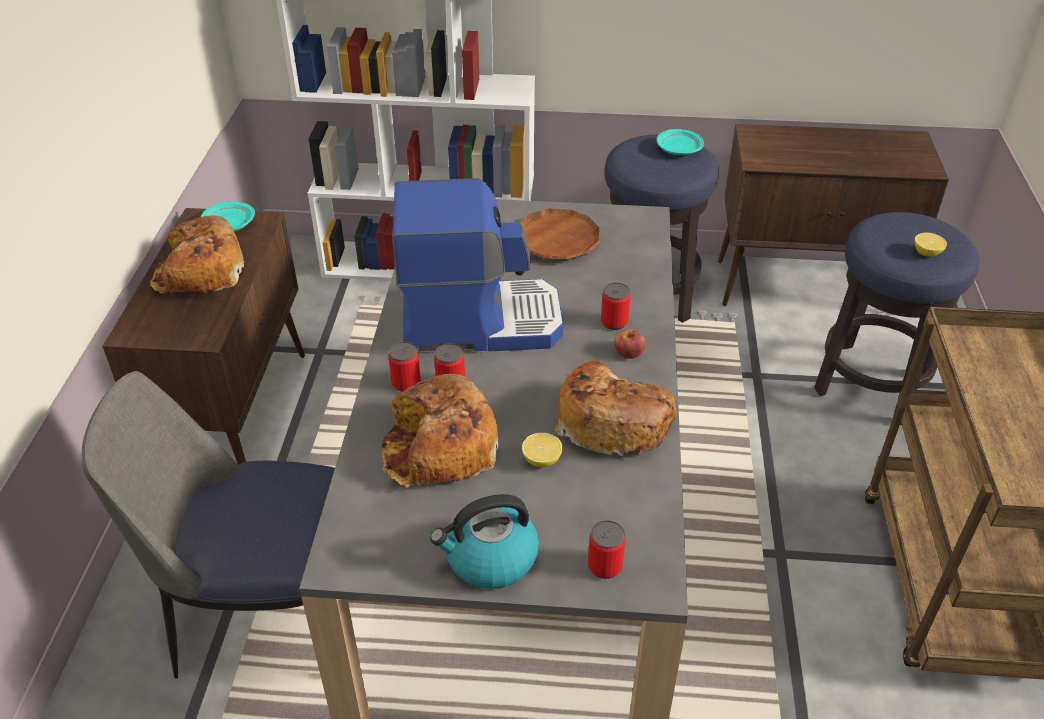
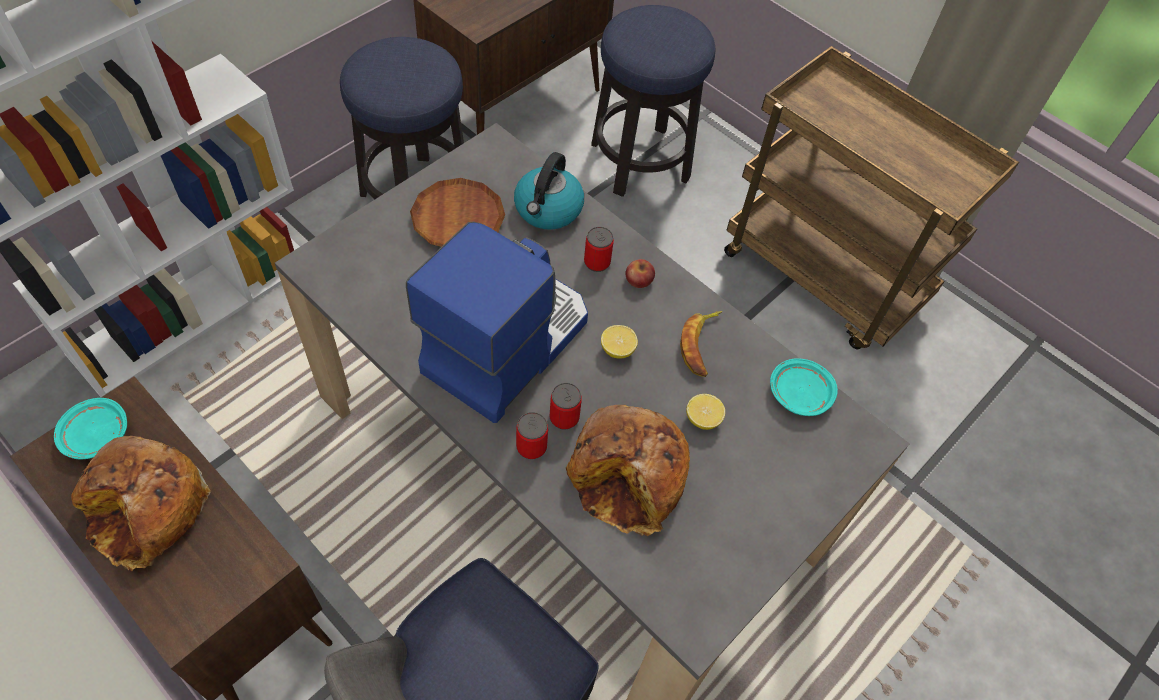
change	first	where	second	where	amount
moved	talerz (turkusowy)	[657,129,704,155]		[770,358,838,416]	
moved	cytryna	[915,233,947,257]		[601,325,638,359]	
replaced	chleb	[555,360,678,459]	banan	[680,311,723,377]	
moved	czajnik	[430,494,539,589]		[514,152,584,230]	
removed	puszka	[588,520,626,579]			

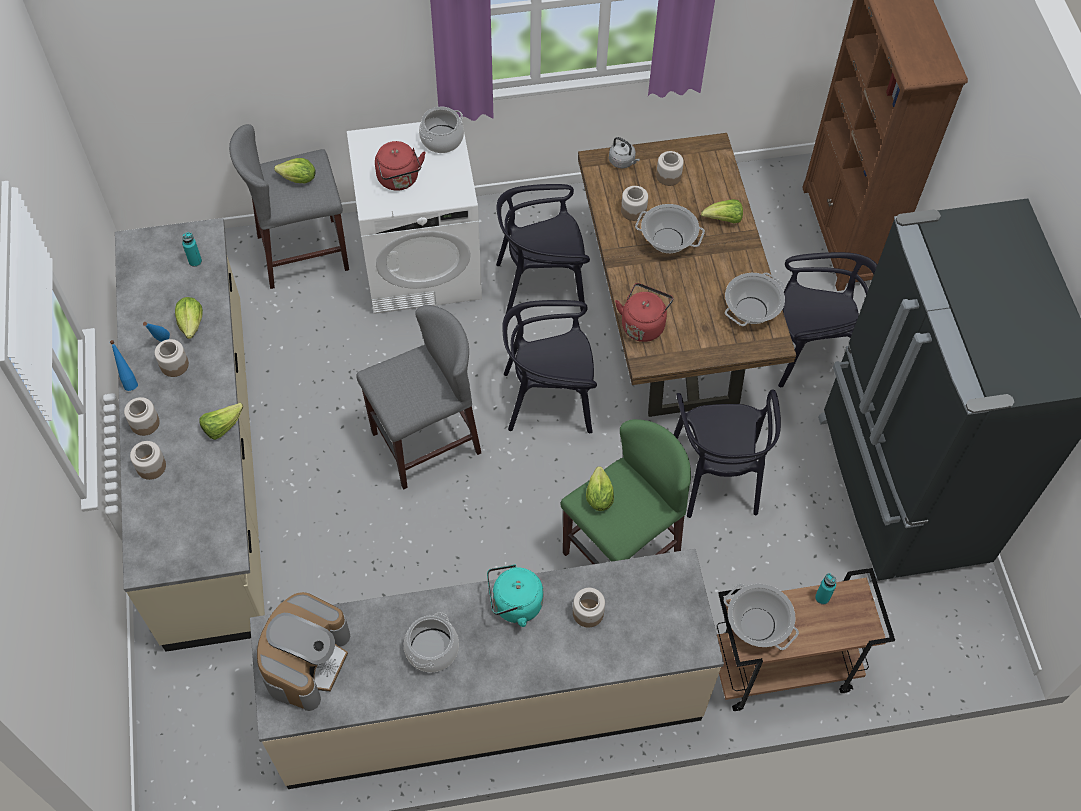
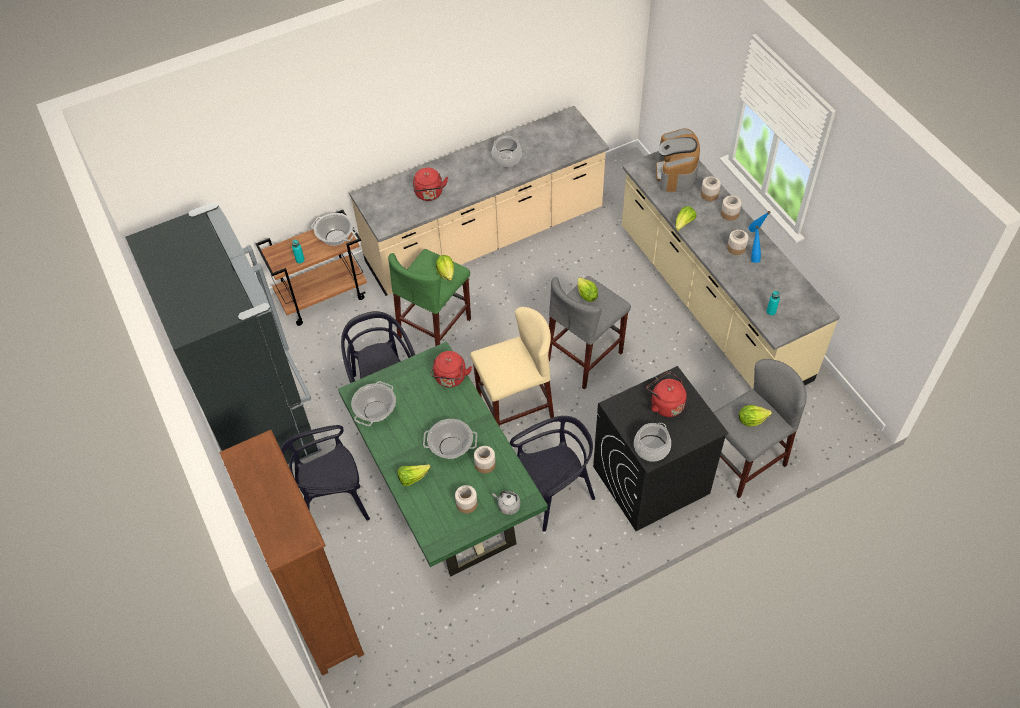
change	first	where	second	where	amount
recoloured	pralka (biały)	[347,117,482,314]	pralka (czarny)	[593,366,729,531]	
recoloured	stół jadalny (brązowy)	[578,133,796,417]	stół jadalny (zielony)	[338,341,548,576]	
moved	sałata	[175,297,203,339]		[578,277,598,302]	
replaced	krzesło (czarny)	[502,300,597,433]	stołek (beżowy)	[470,307,554,427]	
removed	czajnik (turkusowy)	[487,565,544,627]			
replaced	słoik	[573,588,605,628]	czajnik (czerwony)	[413,168,448,201]	
moved	ekspres do kawy	[257,592,350,711]		[656,128,700,192]	

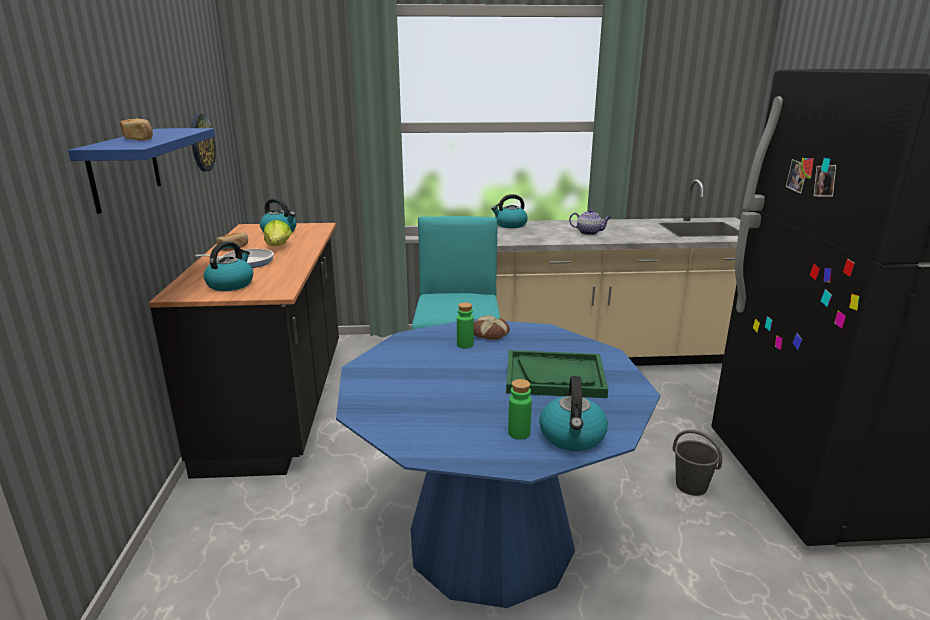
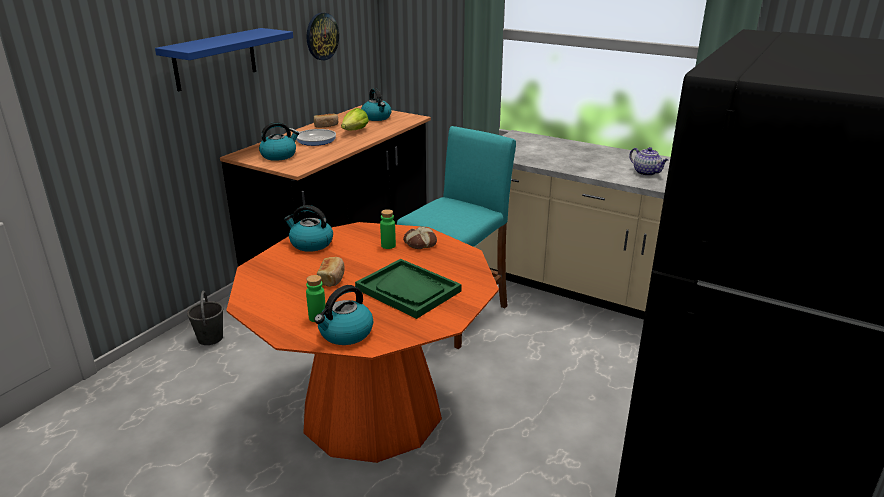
change	first	where	second	where	amount
moved	chleb	[120,118,153,141]		[317,257,345,287]	
moved	czajnik	[491,194,528,228]		[284,205,333,252]	
recoloured	stół jadalny (niebieski)	[336,319,660,608]	stół jadalny (pomarańczowy)	[226,222,499,463]	
moved	wiadro (szary)	[673,430,722,496]		[187,291,223,345]	

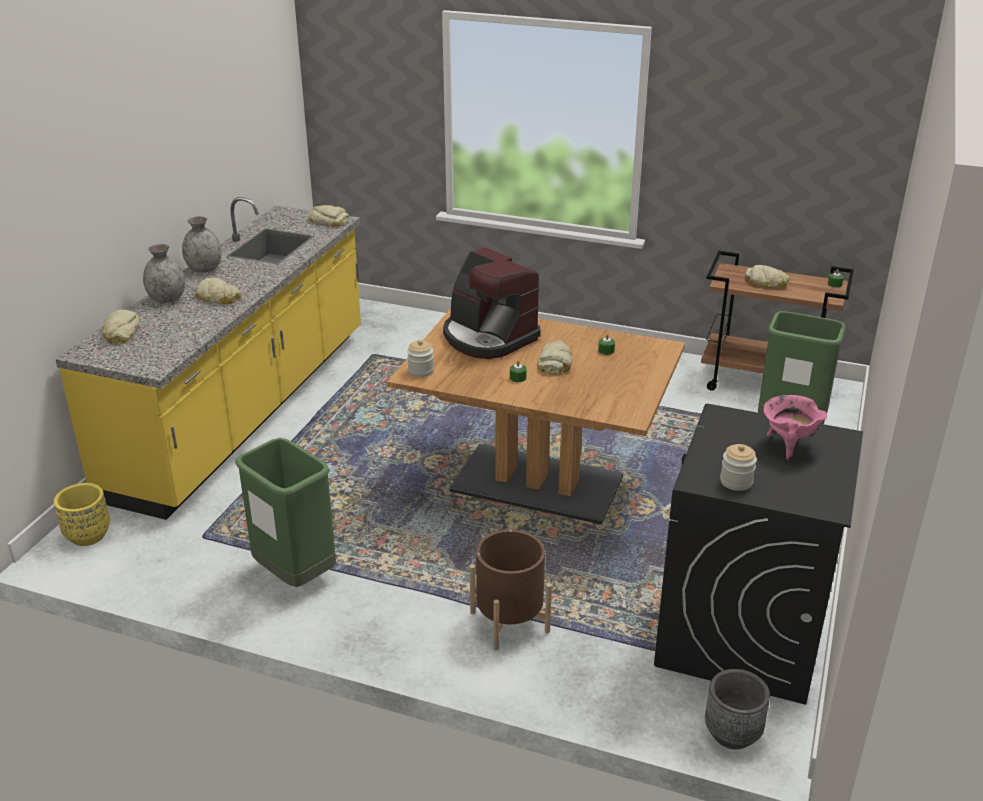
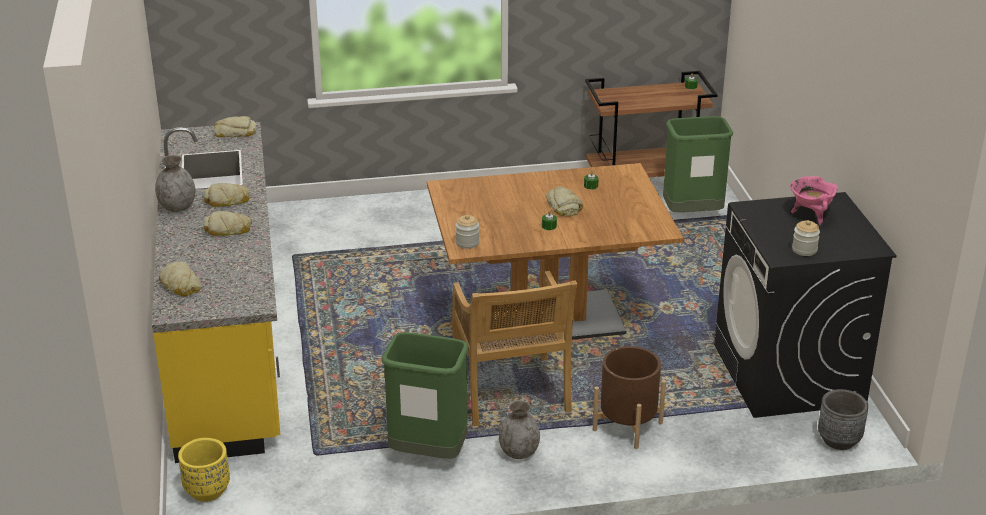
change	first	where	second	where	amount
moved	wazon (szary)	[143,244,185,303]		[499,400,540,459]	
removed	ekspres do kawy	[443,247,541,359]			
moved	chleb	[745,265,790,288]		[204,183,250,207]	
added			krzesło (beżowy)	[452,271,577,426]	

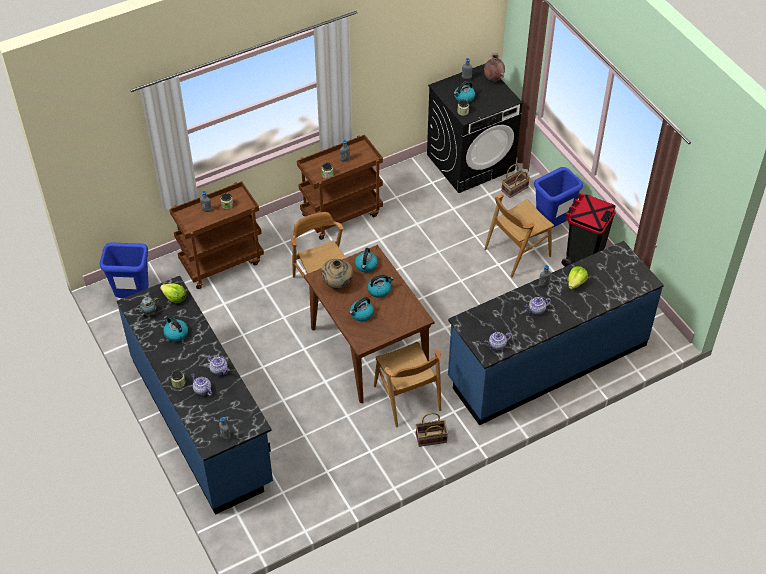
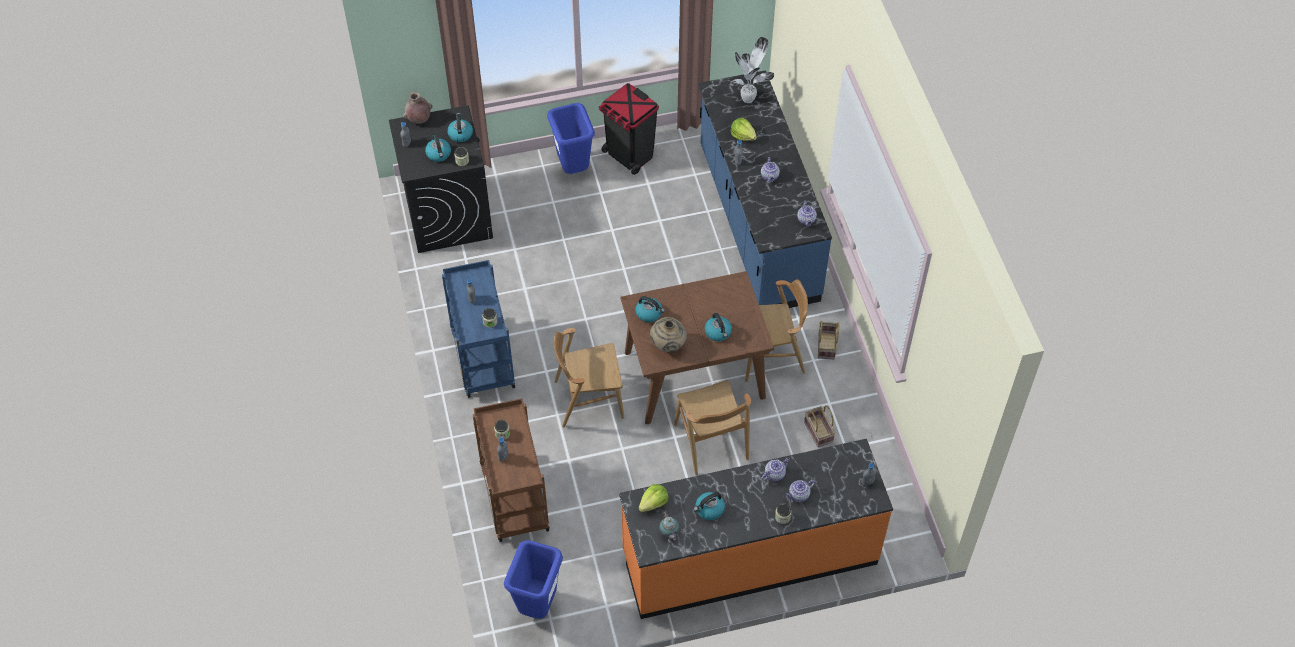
change	first	where	second	where	amount
recoloured	wózek (brązowy)	[297,135,383,240]	wózek (niebieski)	[442,260,515,398]	
moved	koszyk	[501,164,530,198]		[804,405,836,447]	
moved	krzesło (brązowy)	[484,193,554,277]		[674,380,751,476]	
moved	czajnik	[368,275,394,298]		[447,113,473,142]	
recoloured	zabudowa kuchenna (niebieski)	[117,276,273,515]	zabudowa kuchenna (pomarańczowy)	[619,439,893,619]	
added			roślina doniczkowa	[731,37,774,103]	

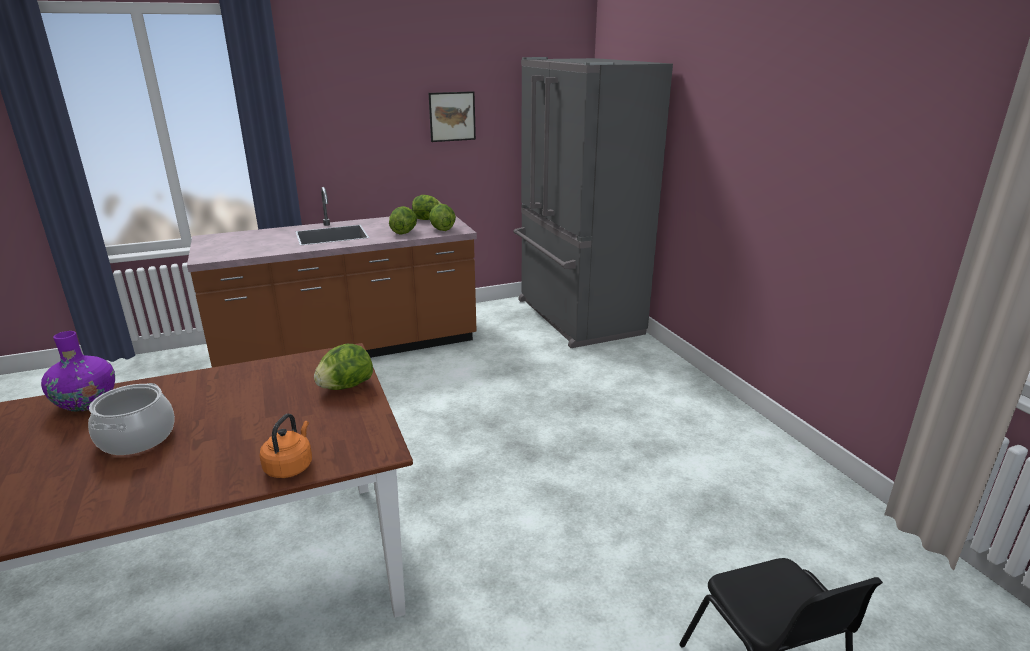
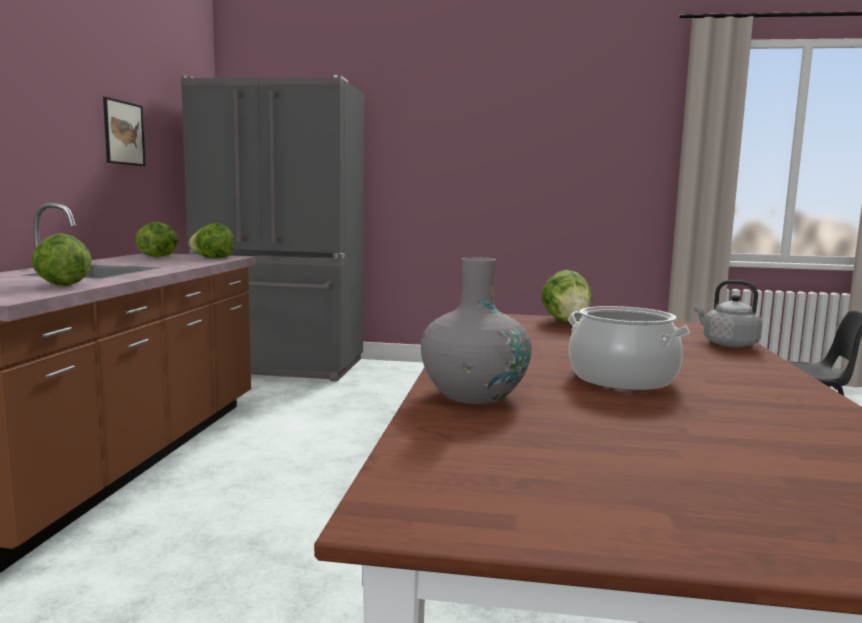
change	first	where	second	where	amount
moved	sałata	[389,206,417,235]		[32,233,92,286]	
recoloured	wazon (fioletowy)	[41,331,115,412]	wazon (szary)	[421,257,532,404]	
recoloured	czajnik (pomarańczowy)	[260,413,312,478]	czajnik (szary)	[694,280,762,347]	

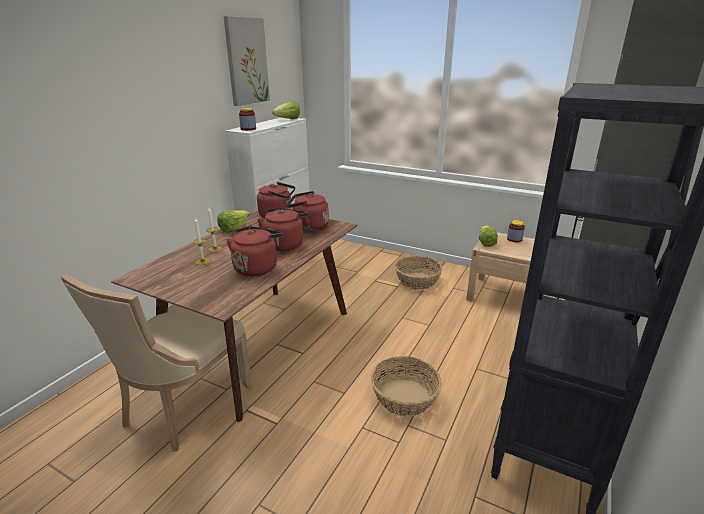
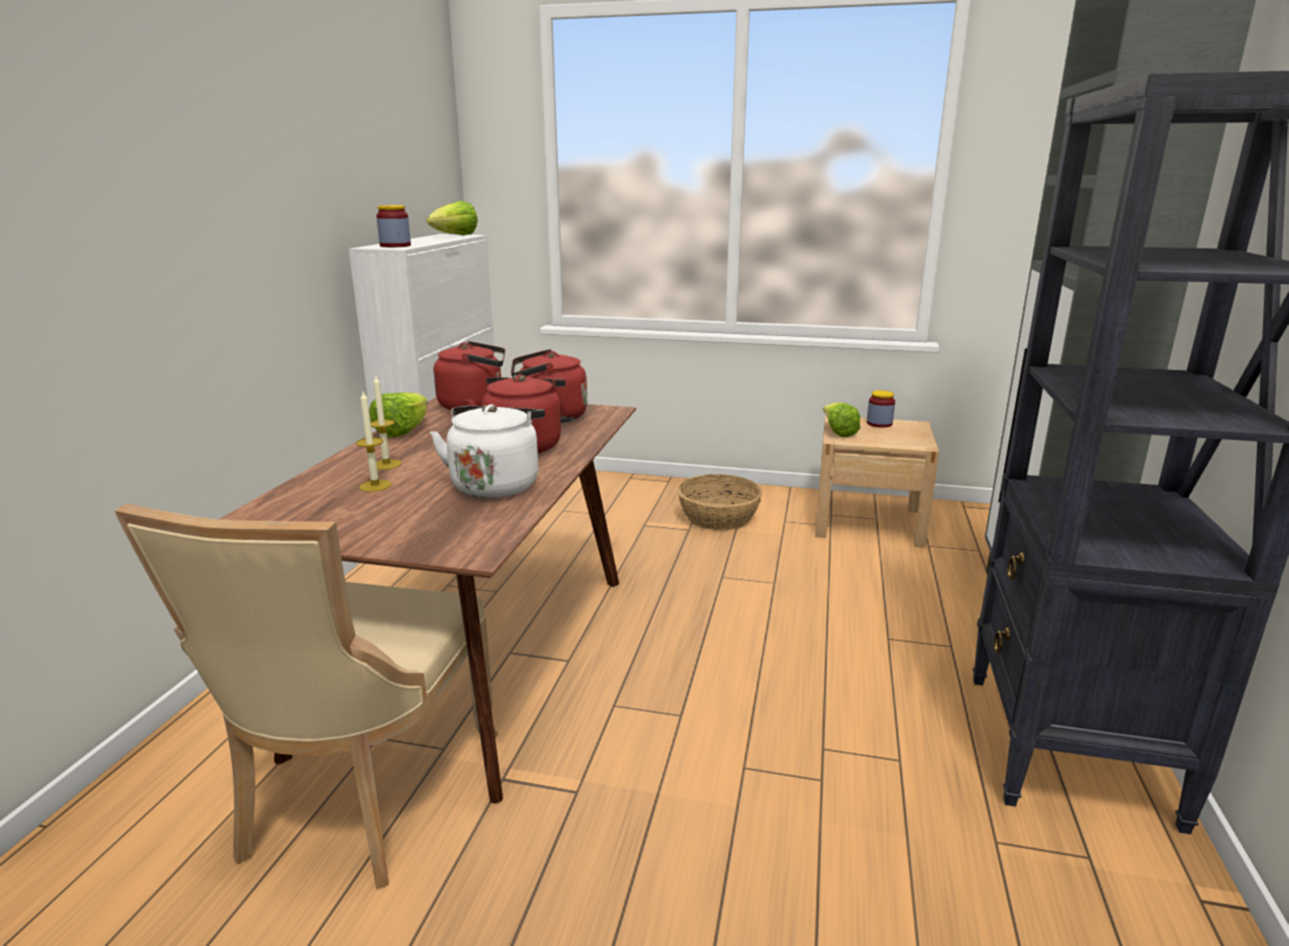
change	first	where	second	where	amount
removed	obraz	[224,16,270,106]			
recoloured	czajnik (czerwony)	[226,226,283,276]	czajnik (biały)	[430,404,545,498]	
removed	koszyk	[371,356,442,417]			

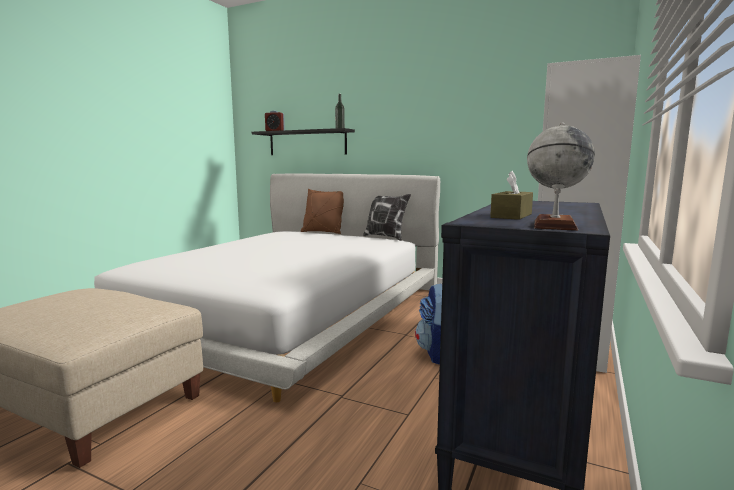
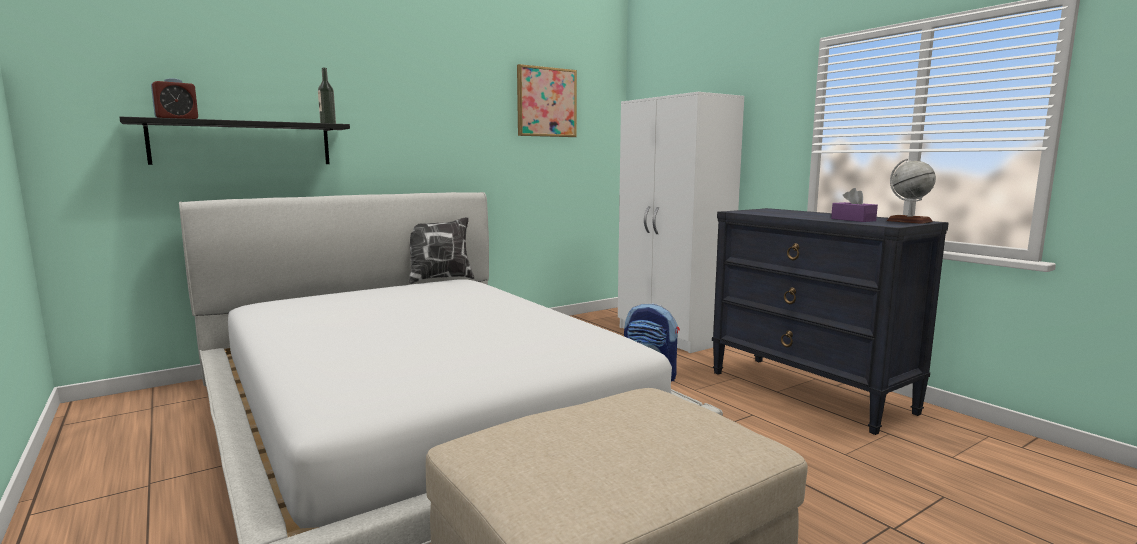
change	first	where	second	where	amount
recoloured	pudełko chusteczek (brązowy)	[490,171,533,220]	pudełko chusteczek (fioletowy)	[831,188,878,222]	
removed	poduszka (brązowy)	[301,189,344,234]			
added			obraz	[517,64,577,137]	

